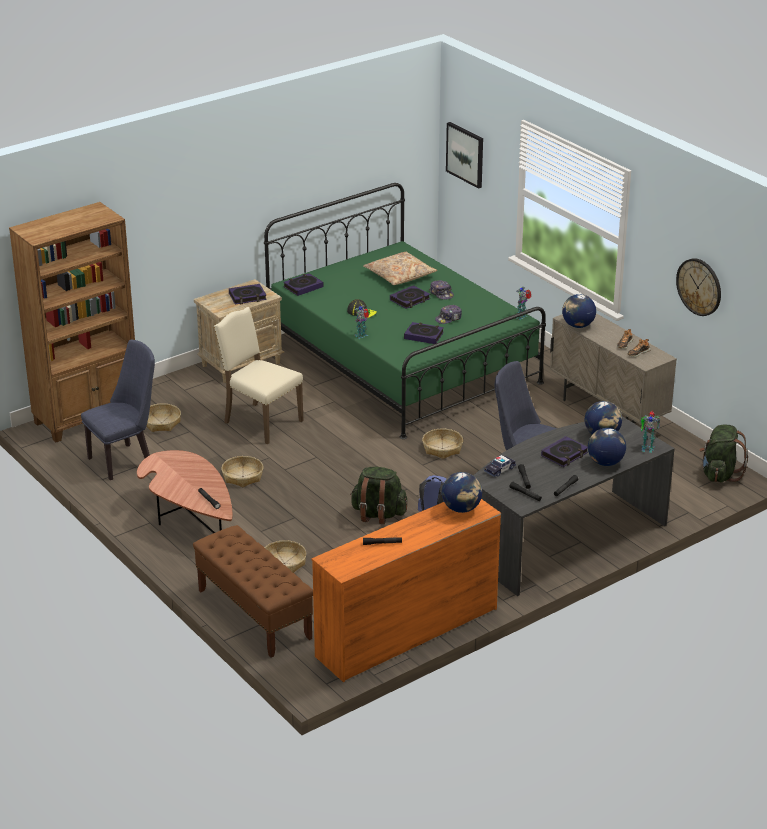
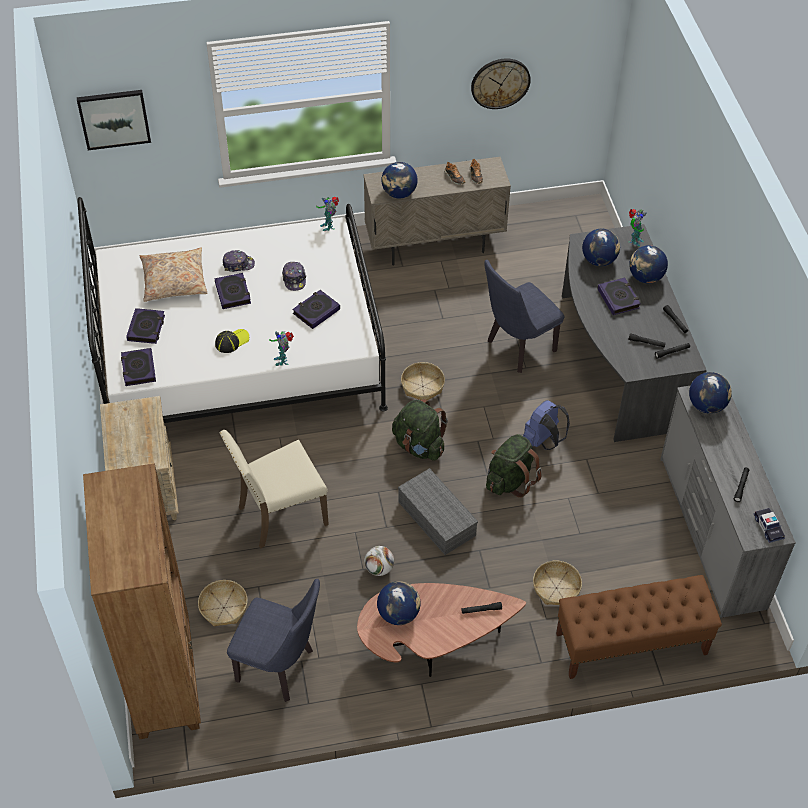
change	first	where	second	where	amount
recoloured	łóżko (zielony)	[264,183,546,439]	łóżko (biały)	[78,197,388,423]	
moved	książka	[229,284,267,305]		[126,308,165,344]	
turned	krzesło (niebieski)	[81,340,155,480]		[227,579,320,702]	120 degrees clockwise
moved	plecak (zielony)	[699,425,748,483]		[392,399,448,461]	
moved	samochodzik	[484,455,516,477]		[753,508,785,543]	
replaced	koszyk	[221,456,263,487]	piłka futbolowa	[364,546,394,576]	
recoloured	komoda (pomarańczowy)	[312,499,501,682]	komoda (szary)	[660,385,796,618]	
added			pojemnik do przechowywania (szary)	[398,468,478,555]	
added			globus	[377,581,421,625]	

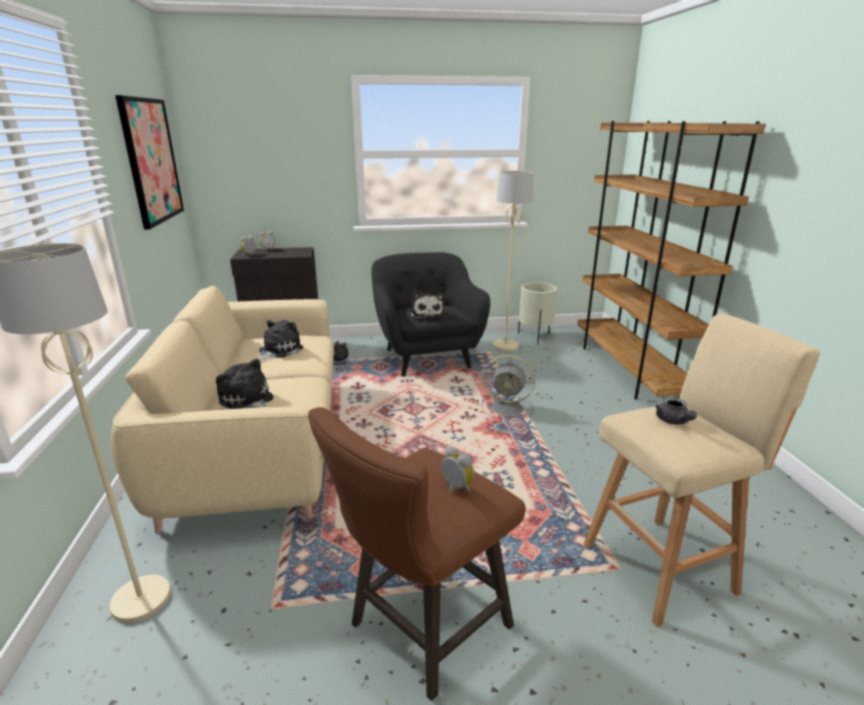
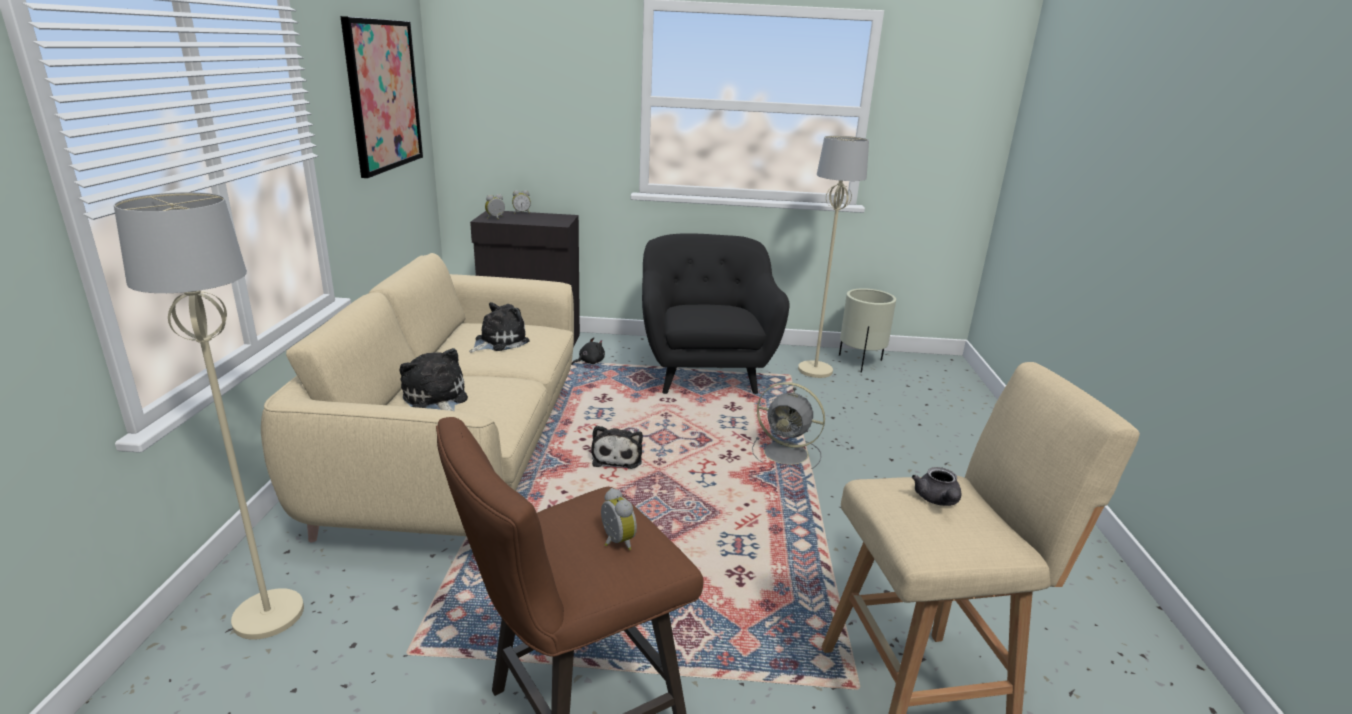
change	first	where	second	where	amount
removed	regał (brązowy)	[577,121,766,400]			
moved	pluszak	[411,292,444,319]		[591,426,643,469]	

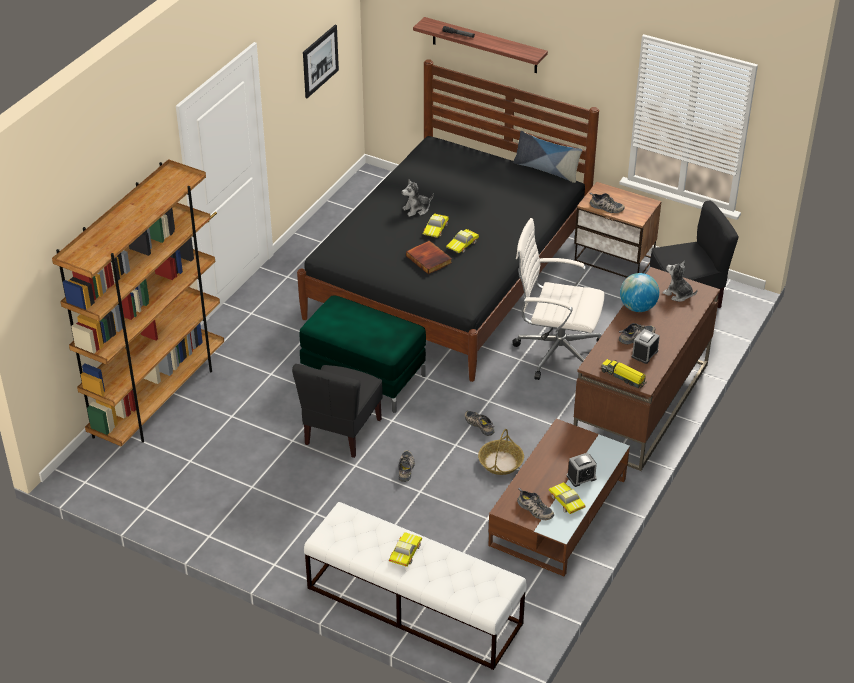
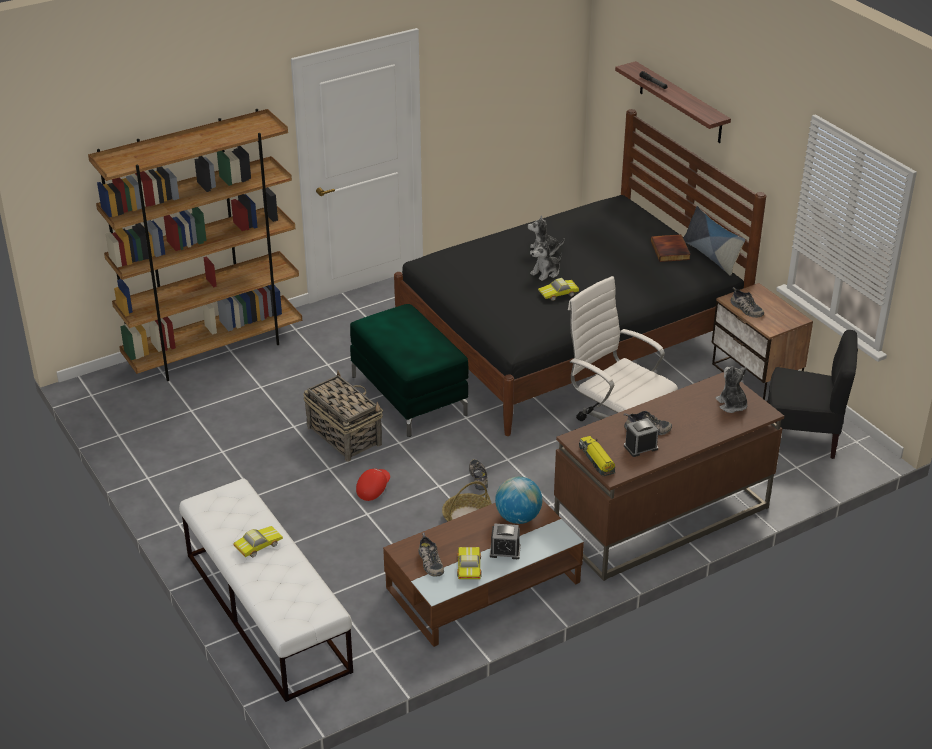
change	first	where	second	where	amount
removed	obraz	[303,25,339,98]			
replaced	samochodzik	[423,213,449,238]	pluszak	[530,240,562,281]	
moved	książka	[406,240,452,274]		[651,234,691,262]	
moved	globus	[620,273,659,312]		[495,477,542,524]	
replaced	krzesło (czarny)	[292,364,383,458]	koszyk	[303,370,383,462]	
replaced	but	[399,450,415,482]	czapka z daszkiem (czerwony)	[356,468,390,501]	

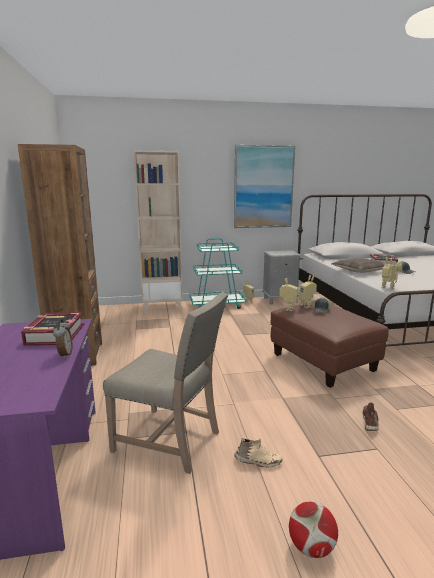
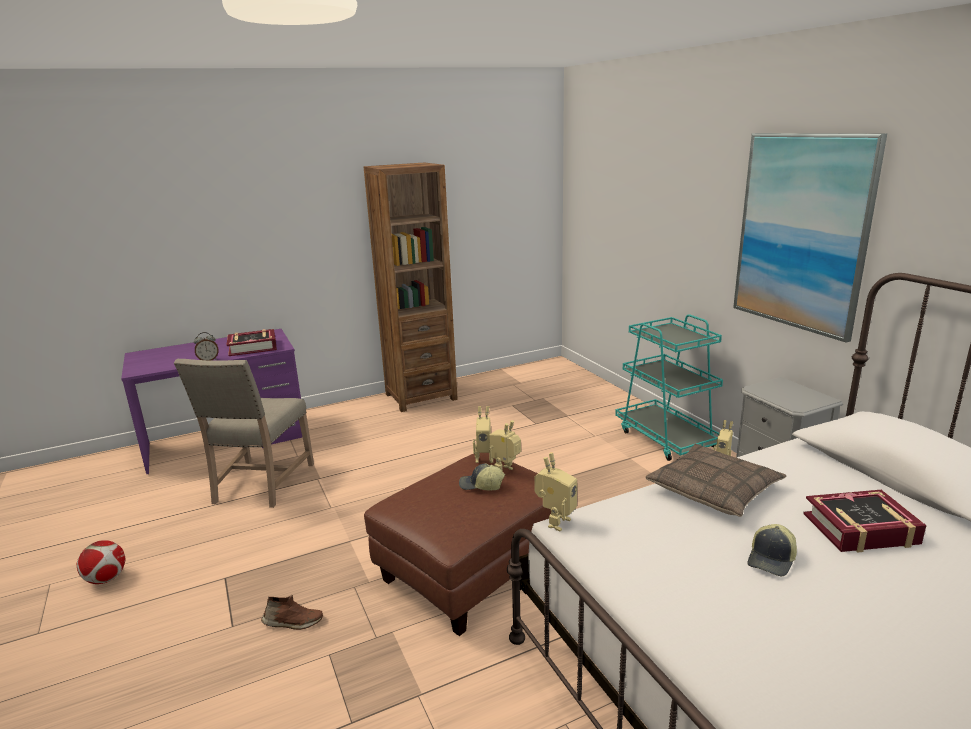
change	first	where	second	where	amount
removed	regał (beżowy)	[134,150,183,313]			
removed	but (beżowy)	[234,438,283,468]			

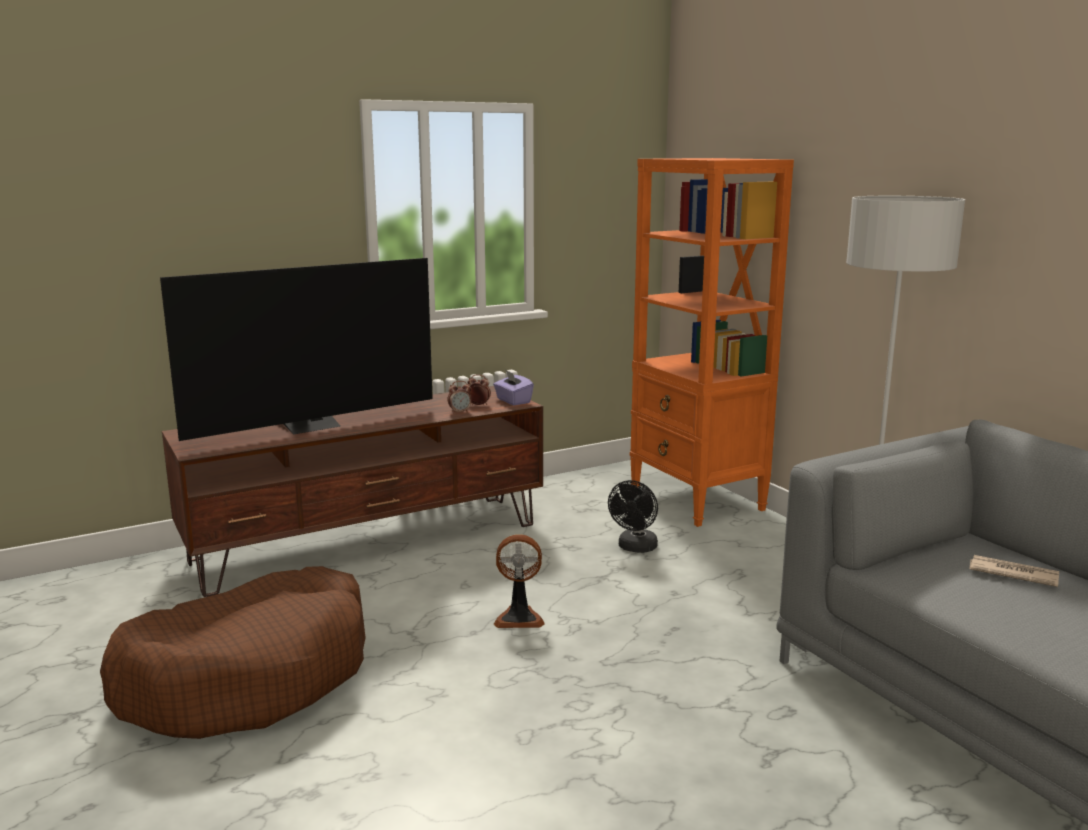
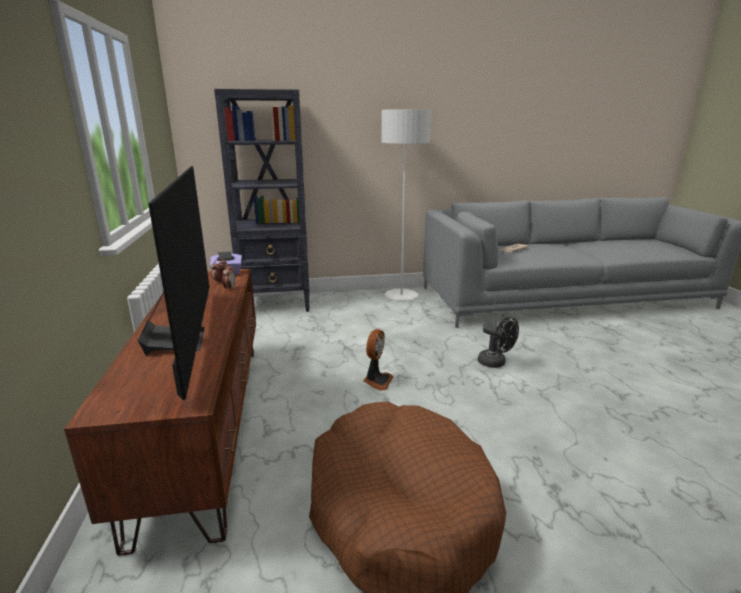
change	first	where	second	where	amount
recoloured	regał (pomarańczowy)	[630,158,794,527]	regał (czarny)	[214,89,310,312]	
moved	wentylator (czarny)	[608,480,658,553]		[478,317,519,368]	

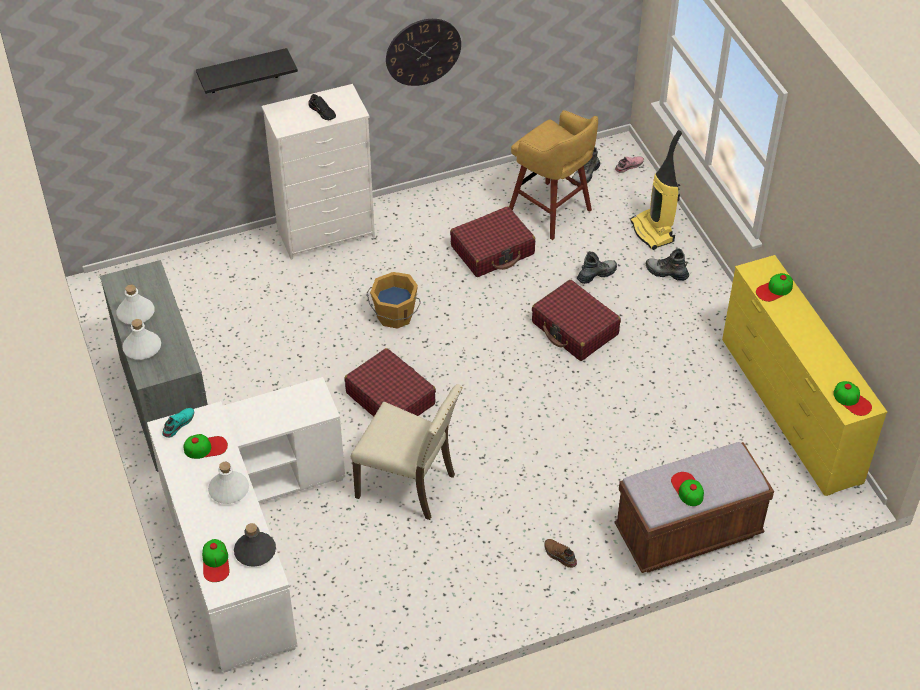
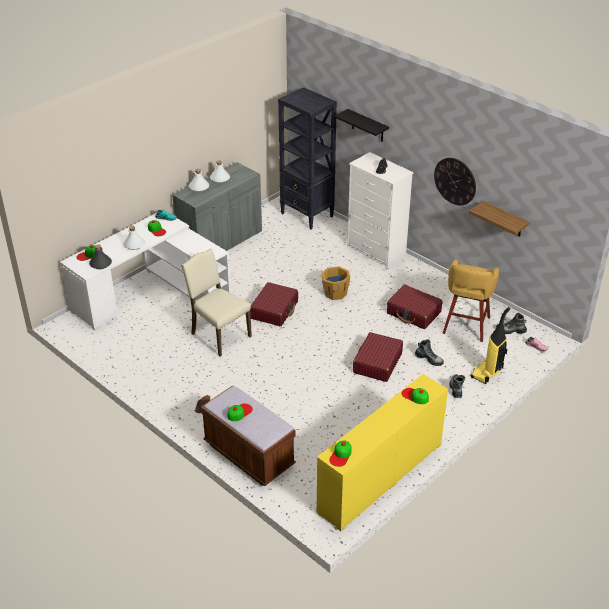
change	first	where	second	where	amount
turned	krzesło (beżowy)	[351,384,463,520]		[181,249,252,357]	135 degrees clockwise
added			regał (czarny)	[278,87,337,230]	
added			półka	[469,201,529,237]	

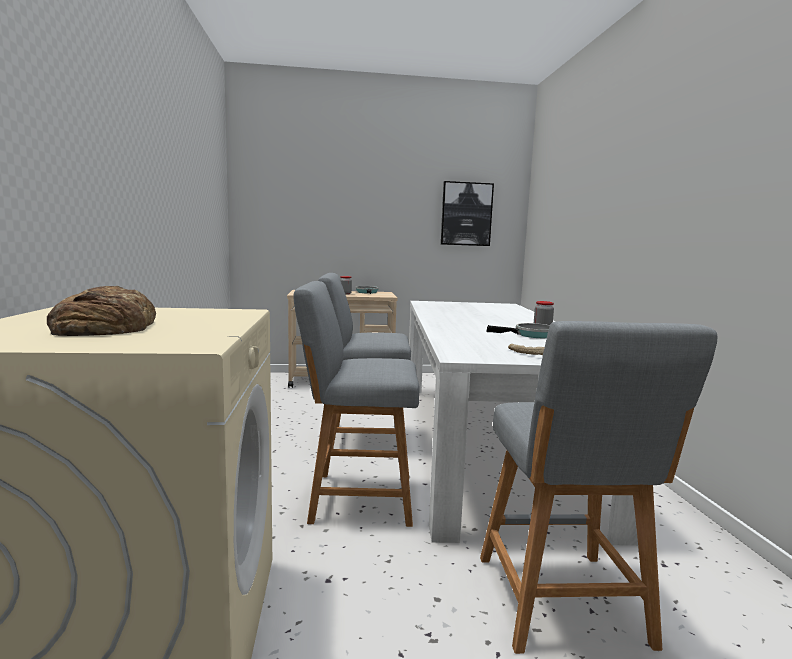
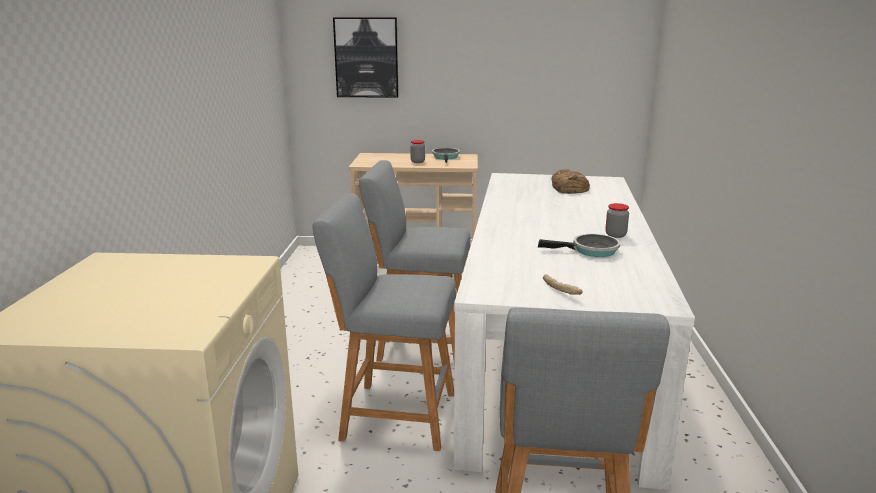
change	first	where	second	where	amount
moved	obraz	[441,181,494,246]		[333,17,399,98]	
moved	chleb	[47,286,156,336]		[552,169,590,194]	

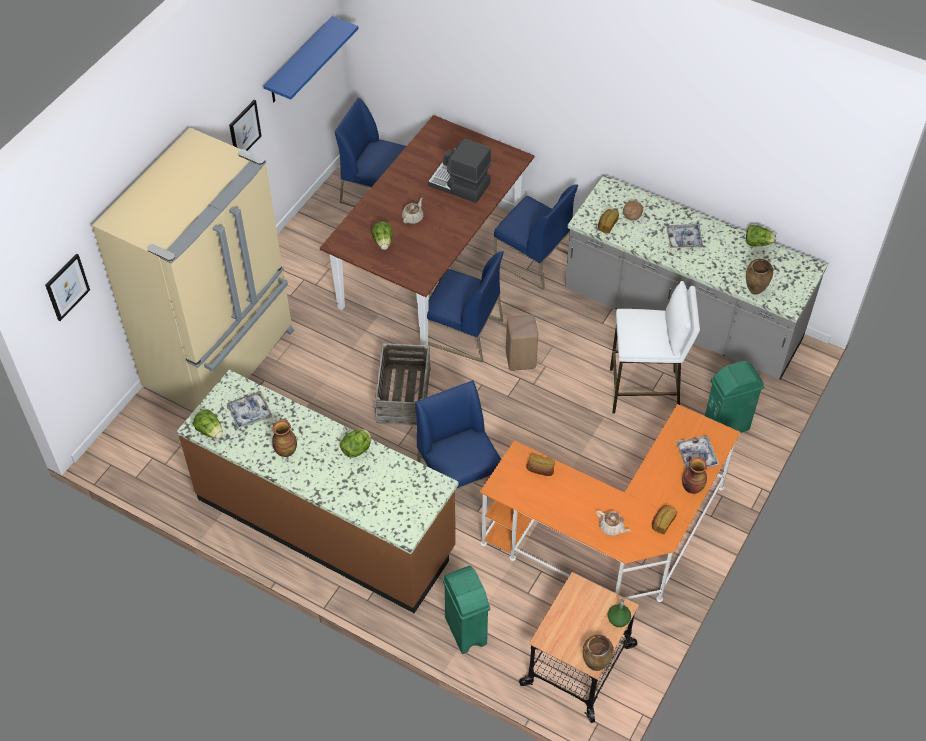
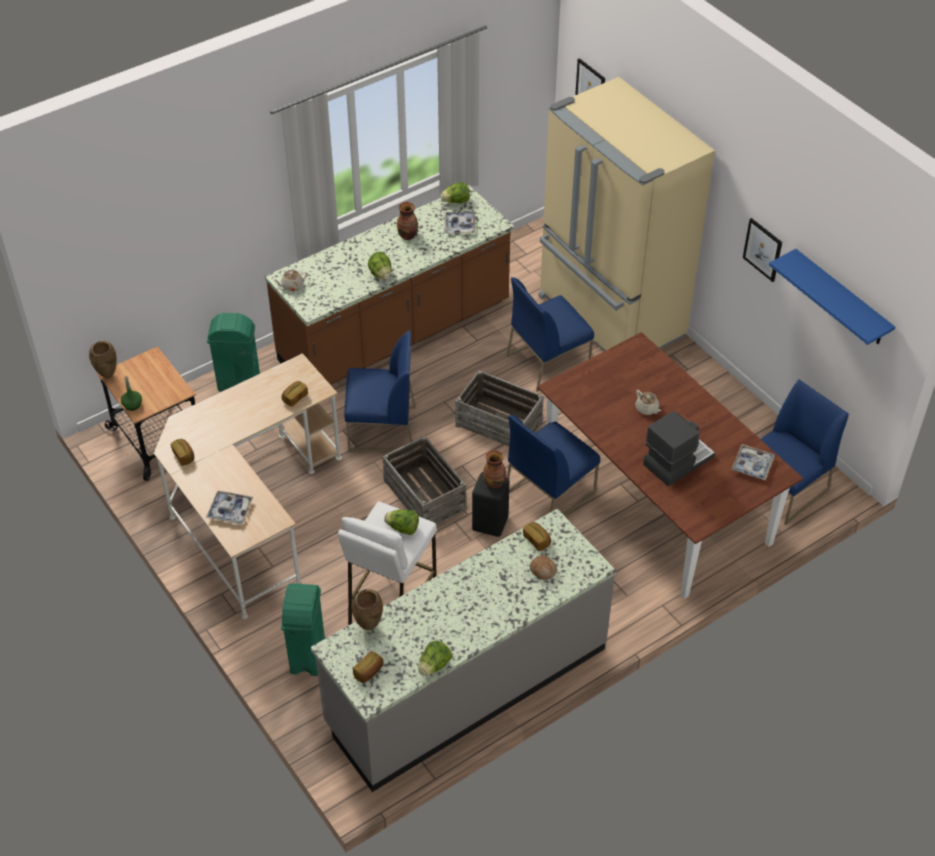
change	first	where	second	where	amount
moved	krzesło (niebieski)	[494,184,578,290]		[507,277,594,392]	
moved	sałata	[371,222,393,250]		[384,510,419,535]	
moved	taca	[666,224,703,248]		[731,444,775,480]	
recoloured	stołek (beżowy)	[506,315,538,371]	stołek (czarny)	[472,472,509,537]	
recoloured	biurko (pomarańczowy)	[480,404,741,602]	biurko (beżowy)	[154,353,342,619]	
moved	wazon	[682,457,707,494]		[483,450,506,489]	
moved	imbryk (beżowy)	[596,510,631,536]		[274,270,308,291]	
added			skrzynka	[382,436,467,525]	
added			chleb	[353,651,384,683]	

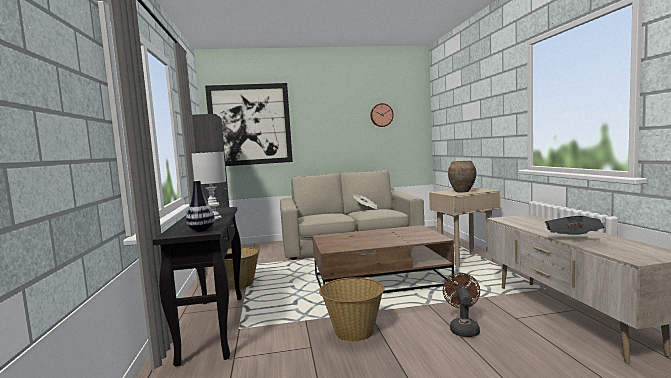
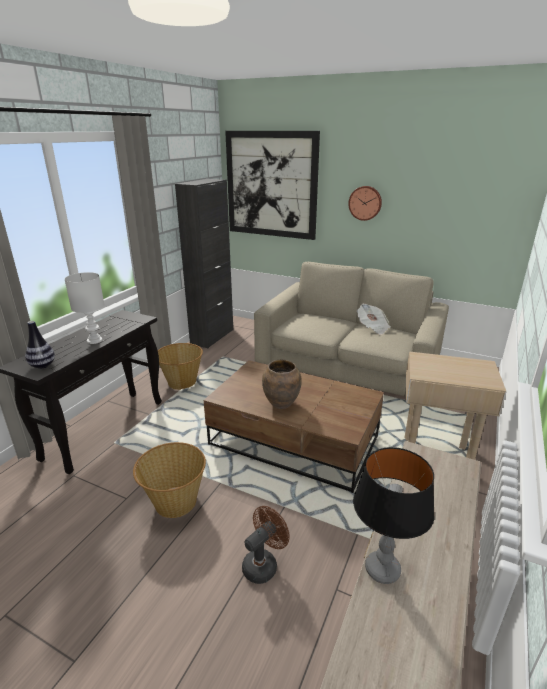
change	first	where	second	where	amount
moved	zegar ścienny	[370,103,394,127]		[348,186,382,221]	
moved	wazon (brązowy)	[448,161,476,192]		[262,360,302,409]	
replaced	gazeta	[545,216,605,235]	lampa stołowa	[353,447,435,584]	

